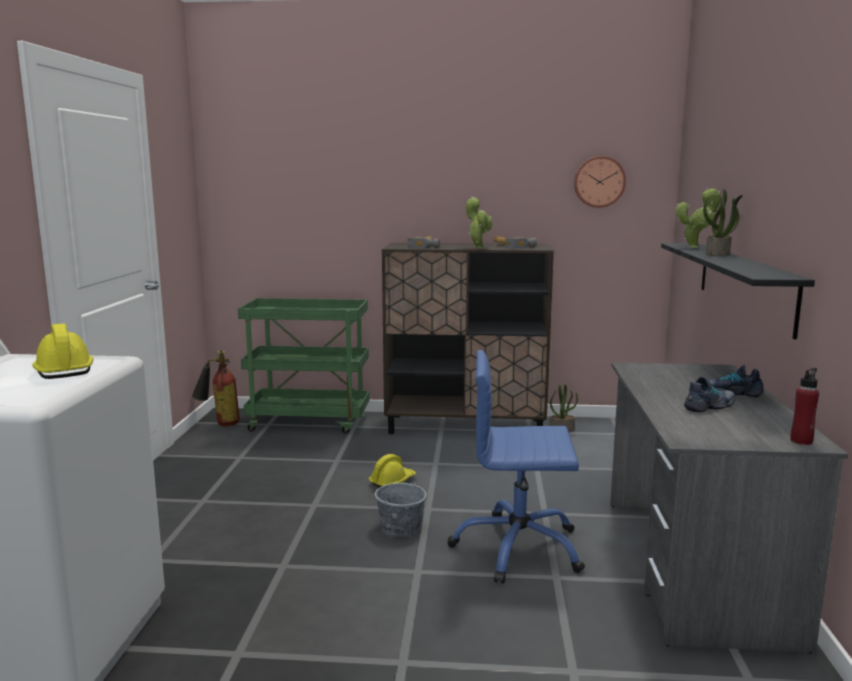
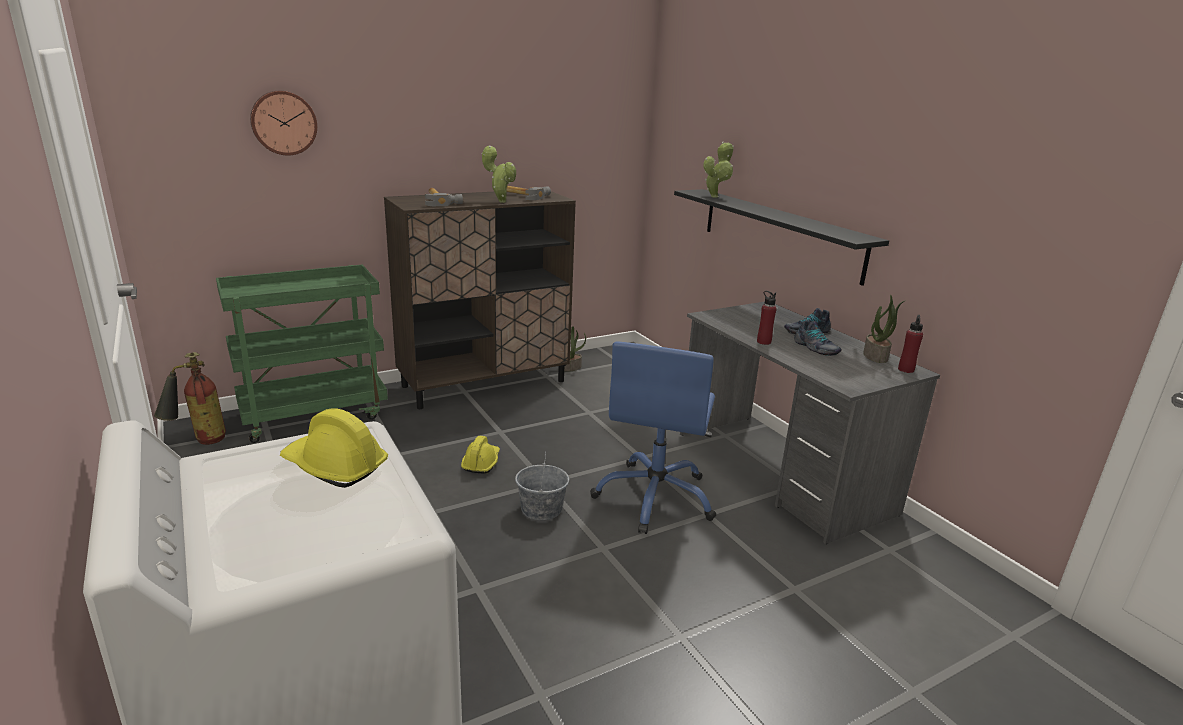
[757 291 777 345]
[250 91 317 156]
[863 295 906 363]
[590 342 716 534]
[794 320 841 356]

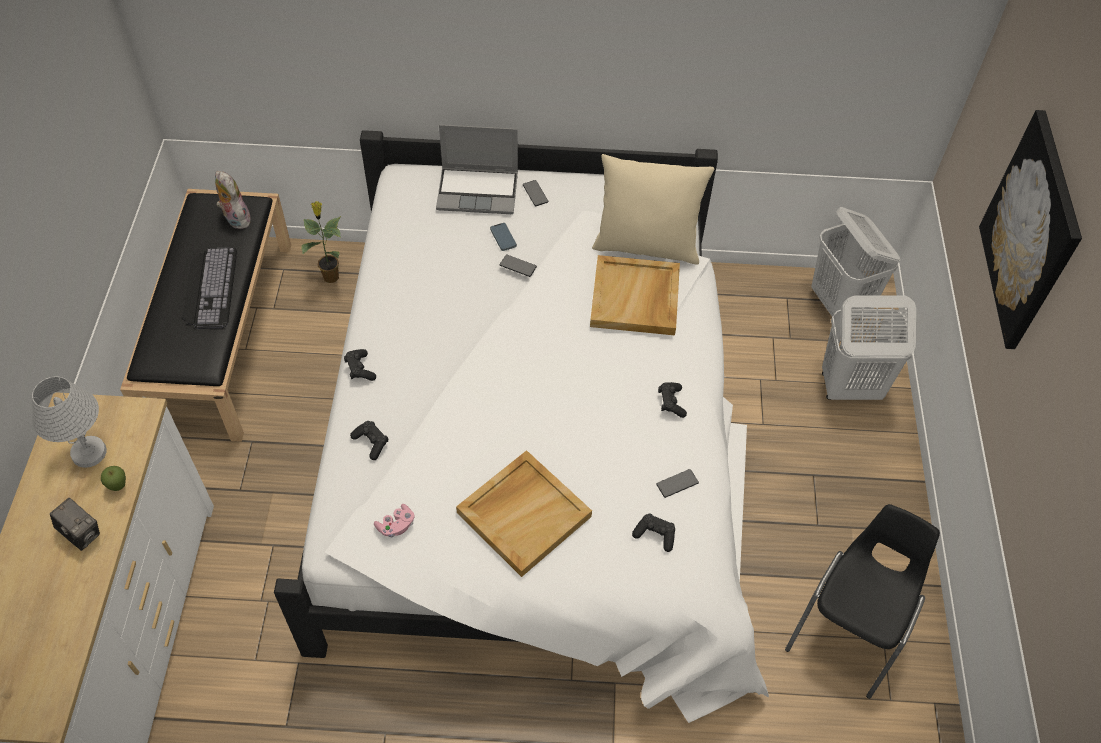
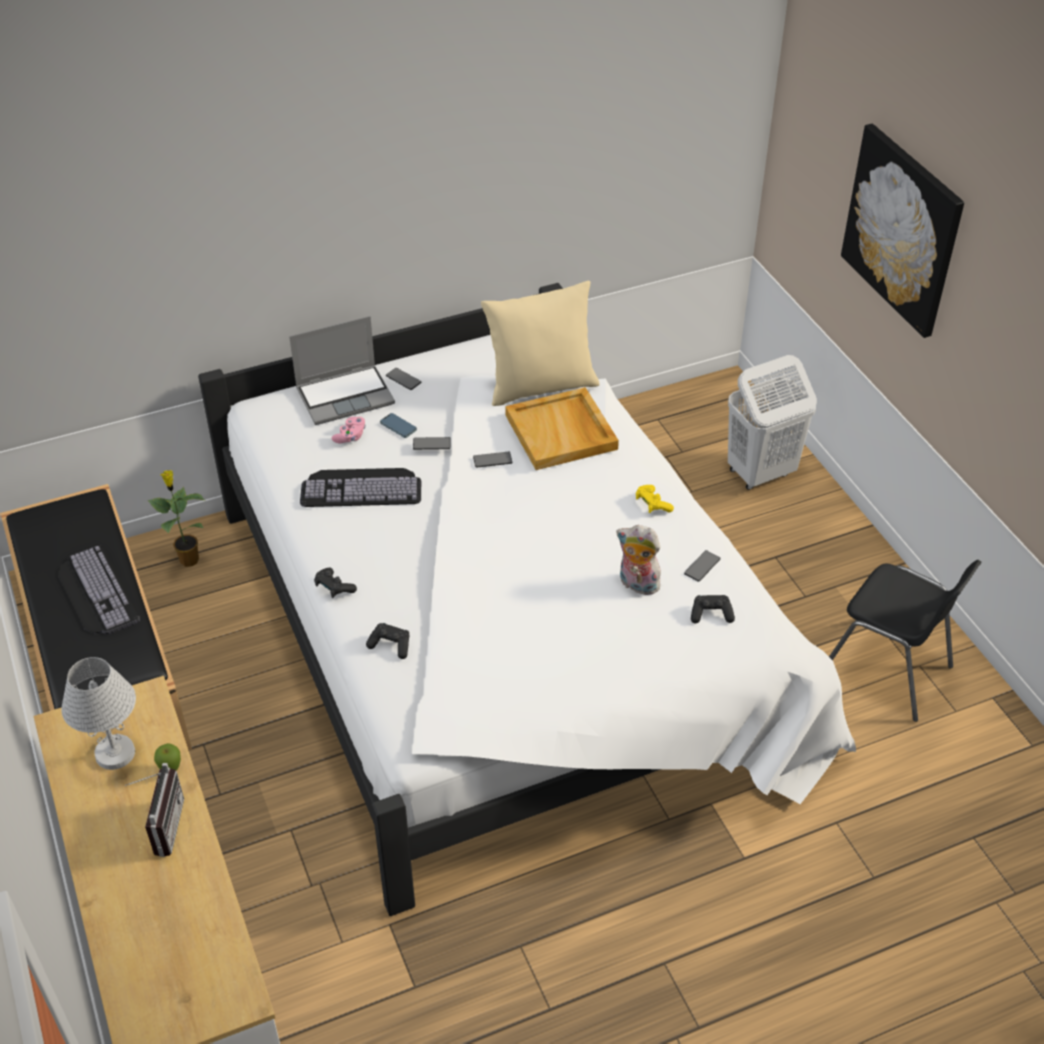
[456 450 592 577] (first image)
[811 207 900 319] (first image)
[300 468 421 507]
[473 452 512 468]
[616 525 661 595]
[332 417 366 444]
[125 763 184 857]
[636 485 674 513]
[829 560 982 722]

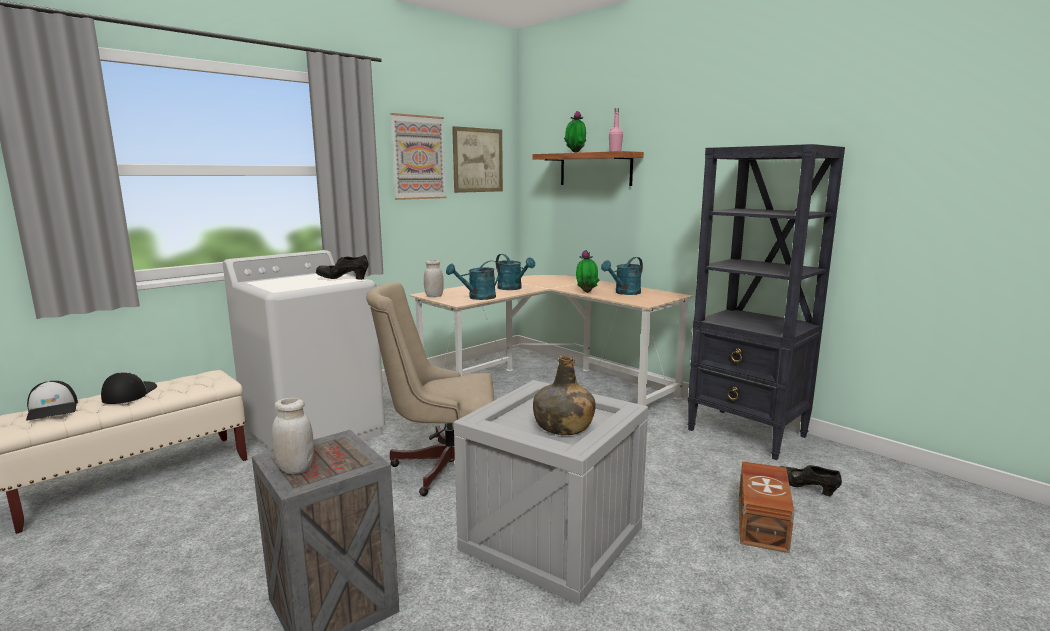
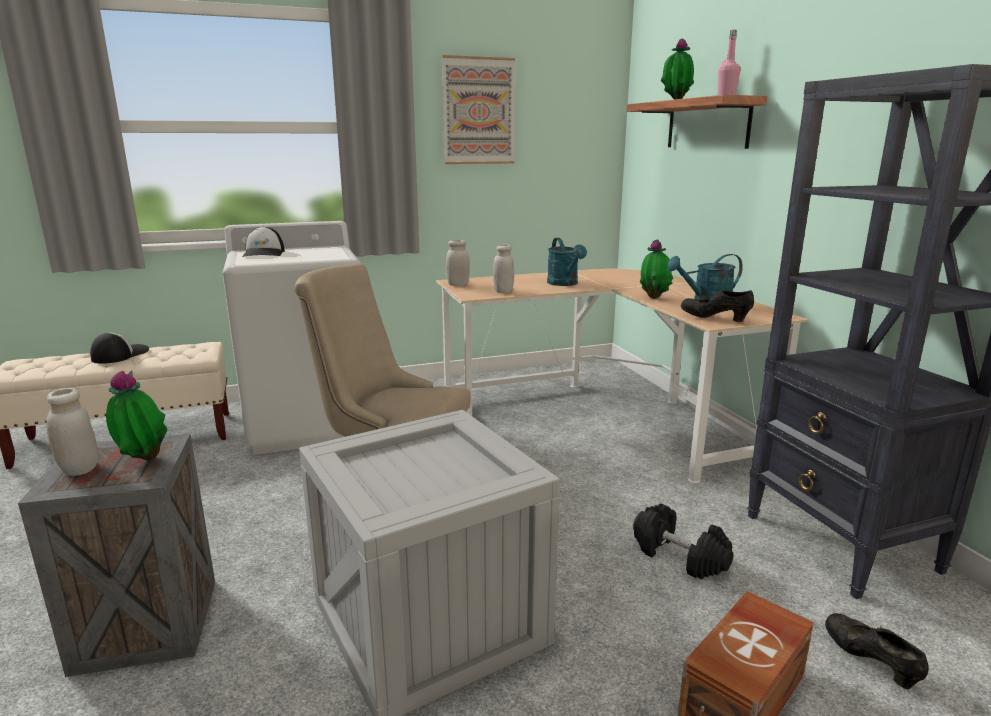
[452 126 503 193] (first image)
[533 356 596 435] (first image)
[106 370 167 461]
[633 503 734 579]
[242 226 285 257]
[681 290 754 322]
[493 245 514 293]

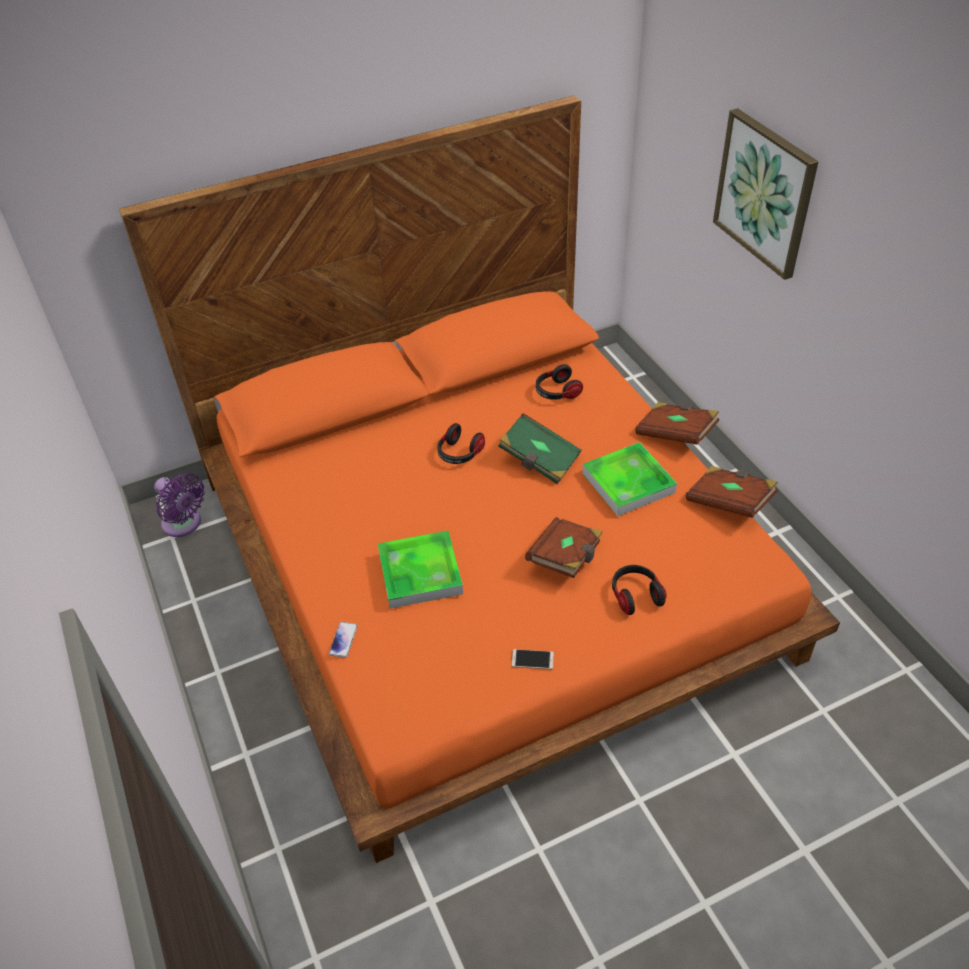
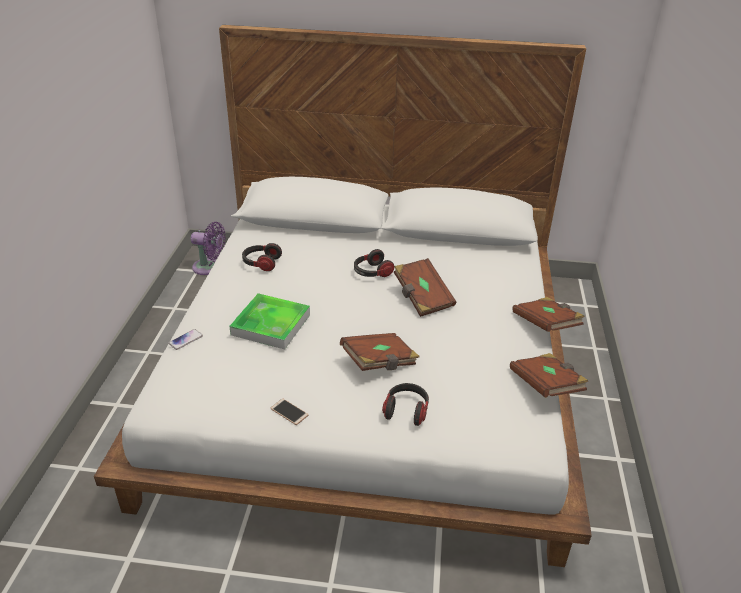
[582 442 677 516] (first image)
[713 108 818 280] (first image)
[242 243 282 271]
[94 25 592 567]
[394 258 456 317]
[191 222 226 275]

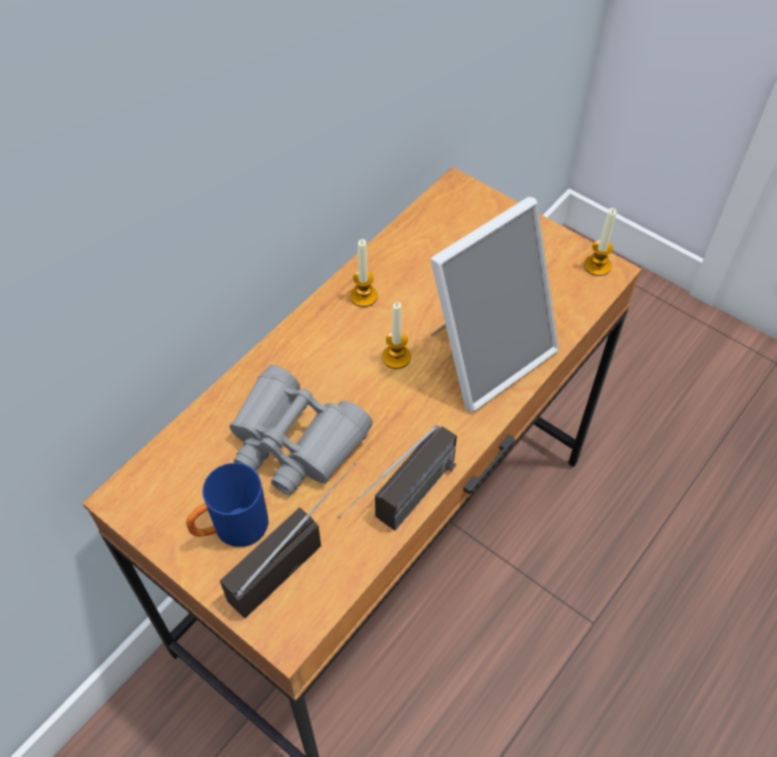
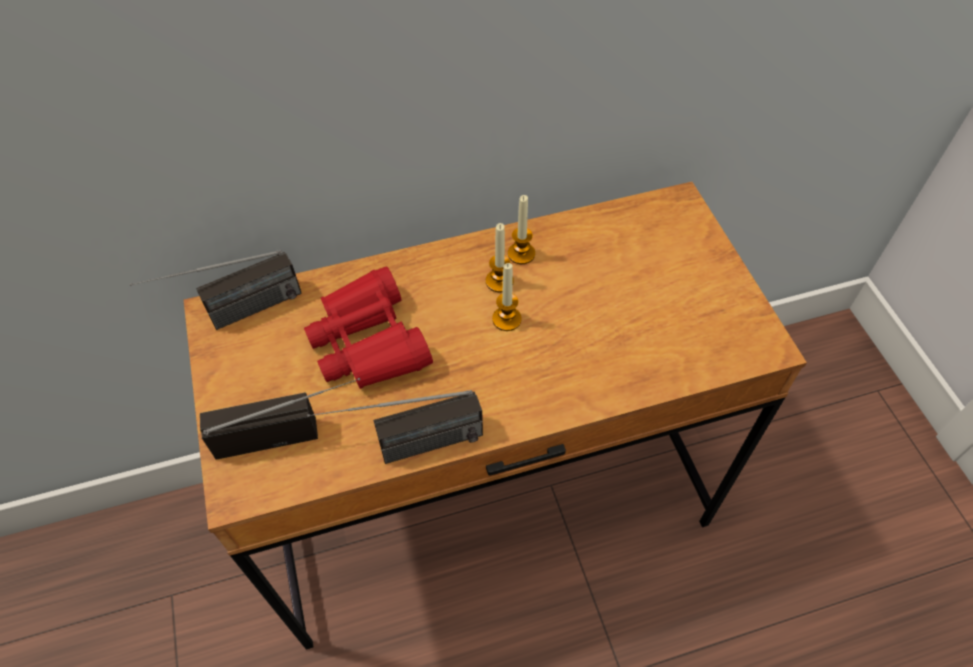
[186 463 269 547] (first image)
[430 197 559 412] (first image)
[130 250 301 330]
[486 223 514 292]
[304 267 433 389]

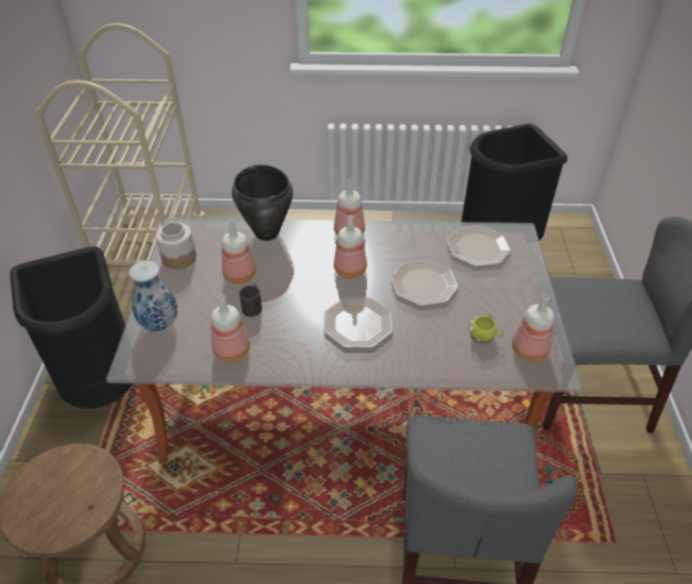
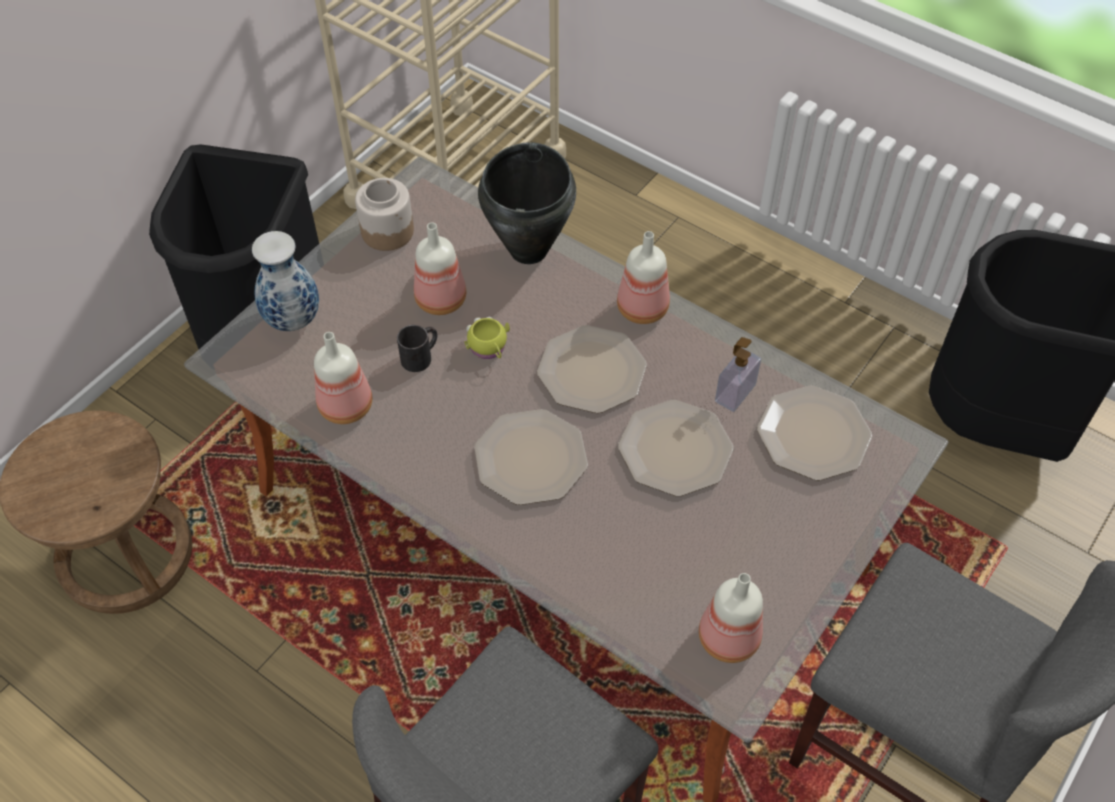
[715 337 761 412]
[464 317 510 359]
[537 325 647 413]

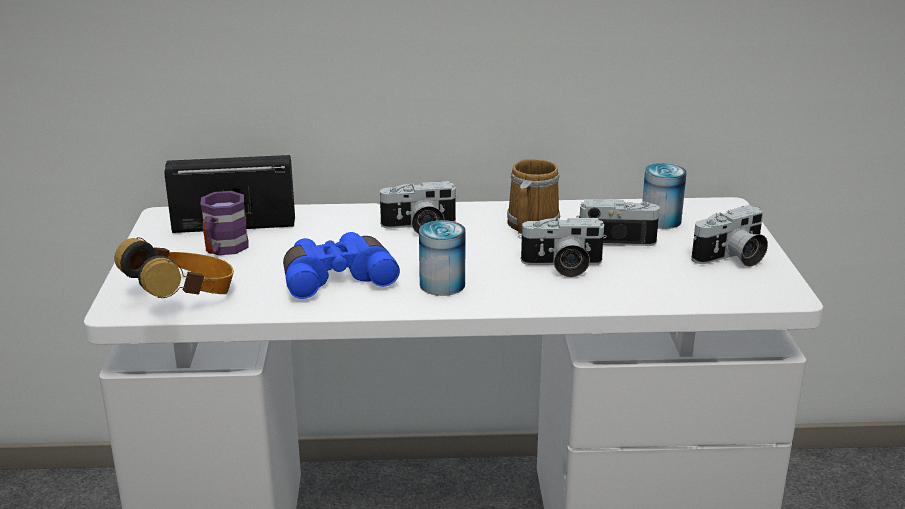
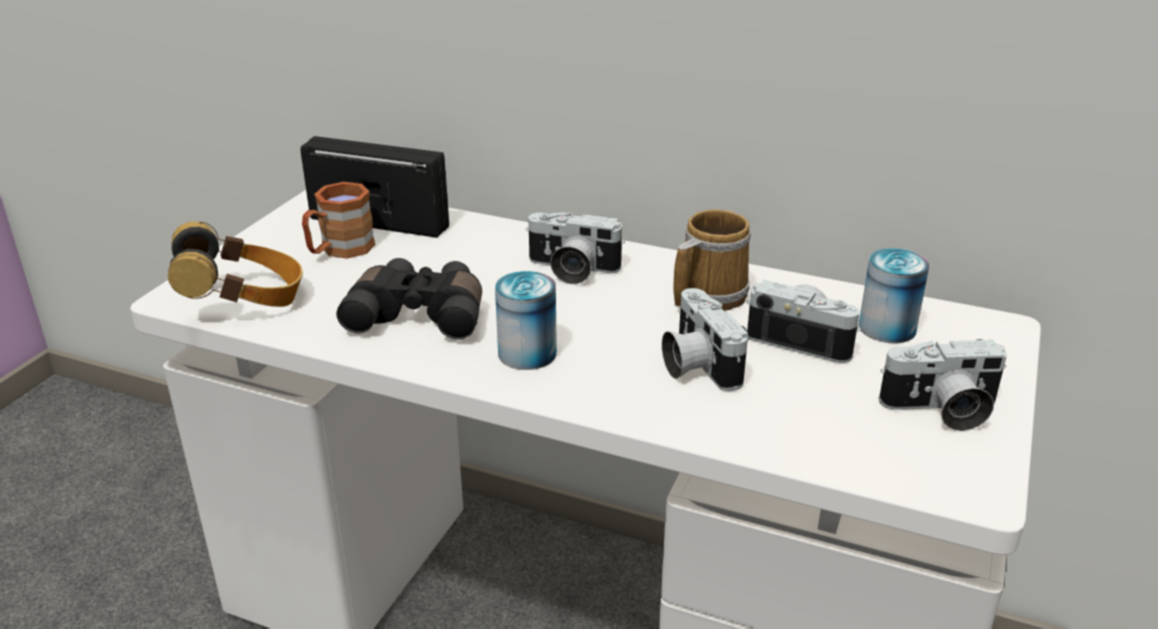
[302 182 376 259]
[336 258 482 340]
[662 288 748 391]

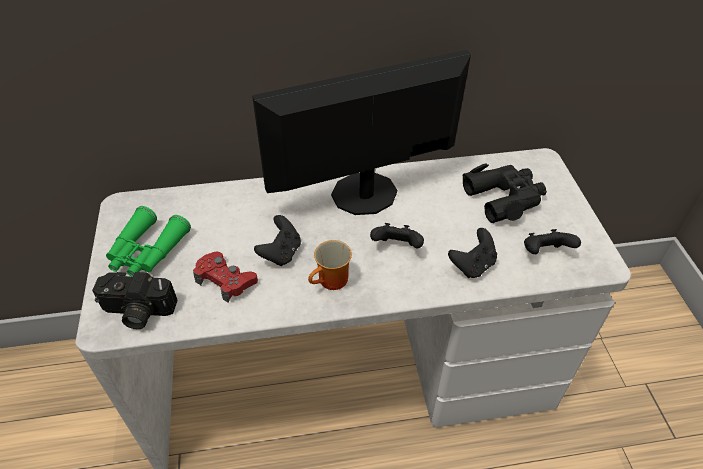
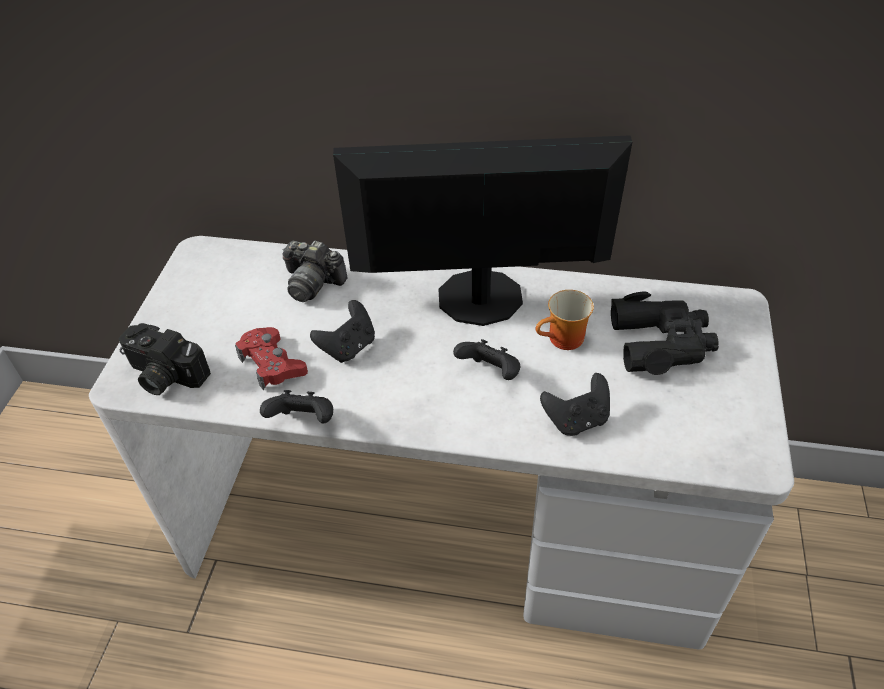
[106 206 191 276] (first image)
[282 241 348 302]
[536 290 594 350]
[260 390 333 424]

